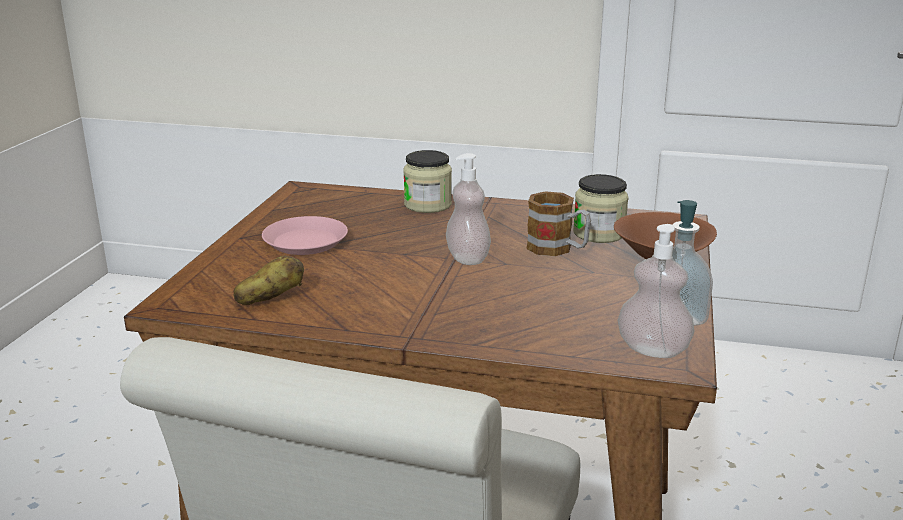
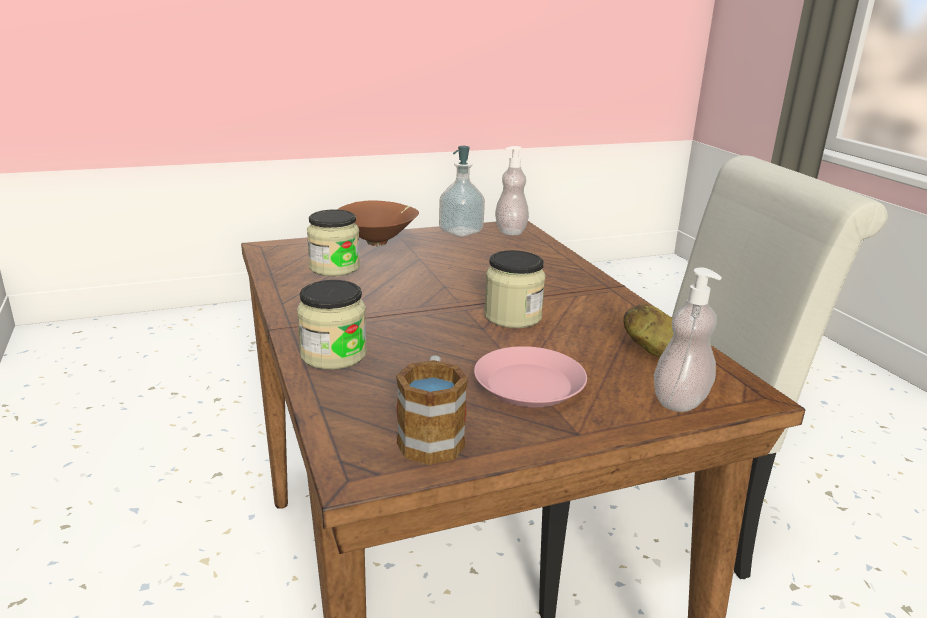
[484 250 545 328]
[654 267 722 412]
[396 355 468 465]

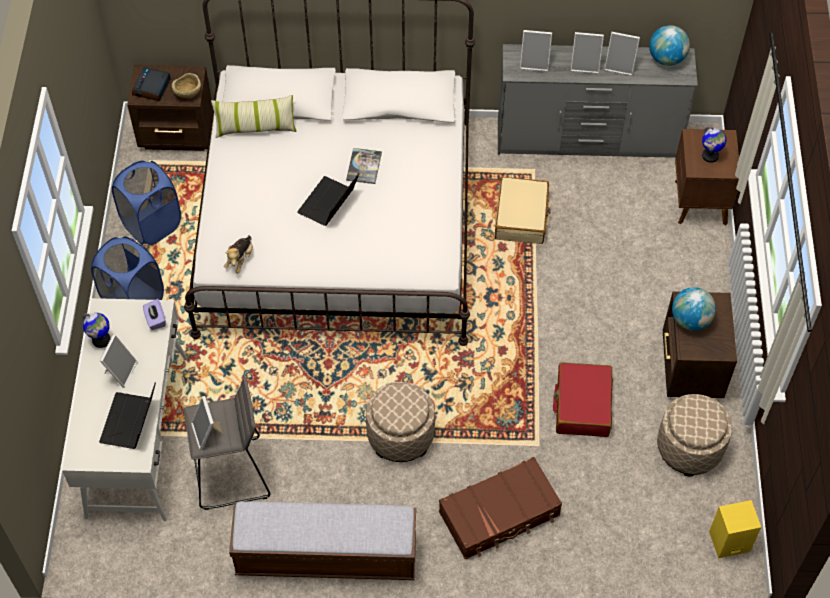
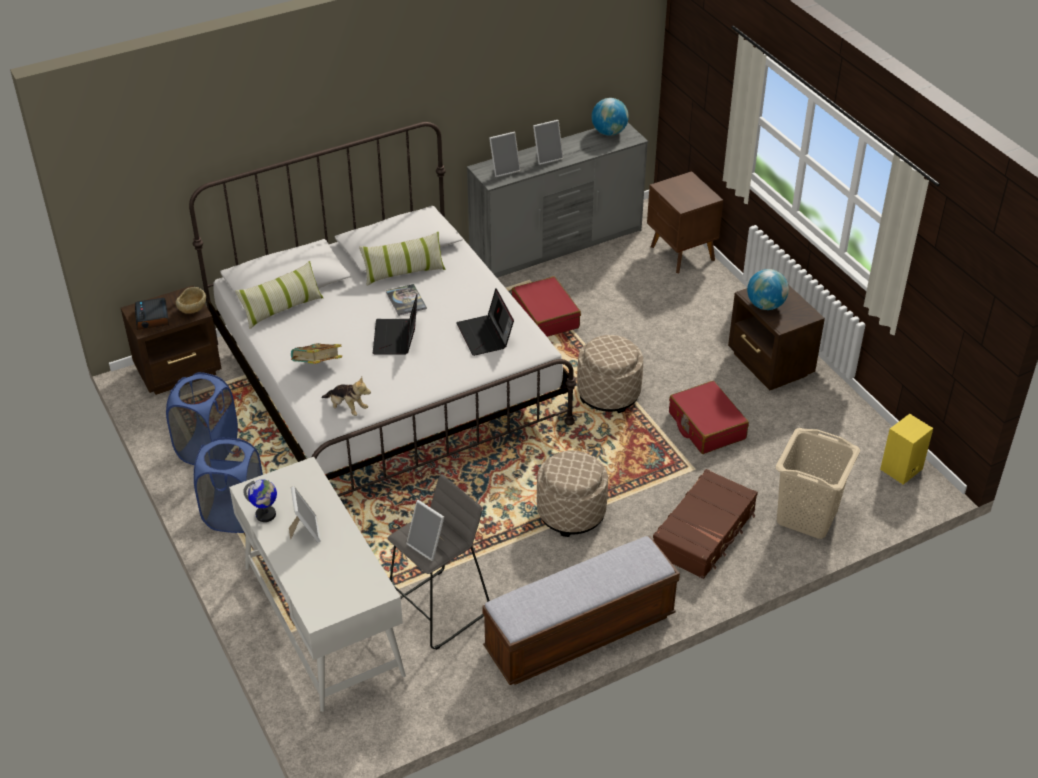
[143 299 166 330] (first image)
[604 32 640 76] (first image)
[702 126 726 163] (first image)
[291 343 342 364]
[359 232 446 286]
[776 428 860 539]
[456 288 514 356]
[577 335 643 413]
[512 276 581 337]
[321 377 371 416]

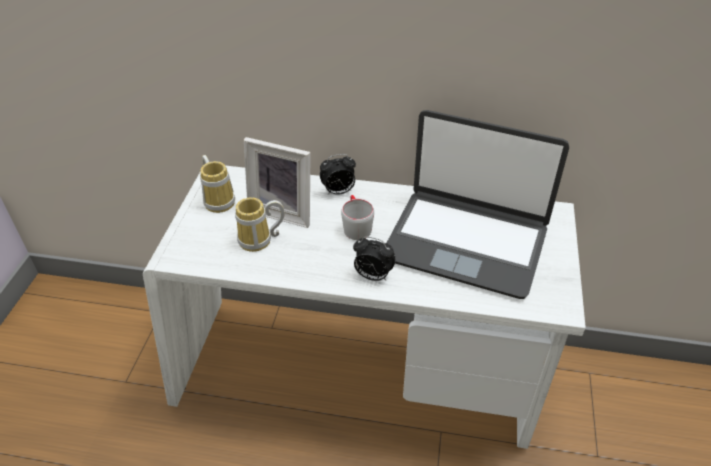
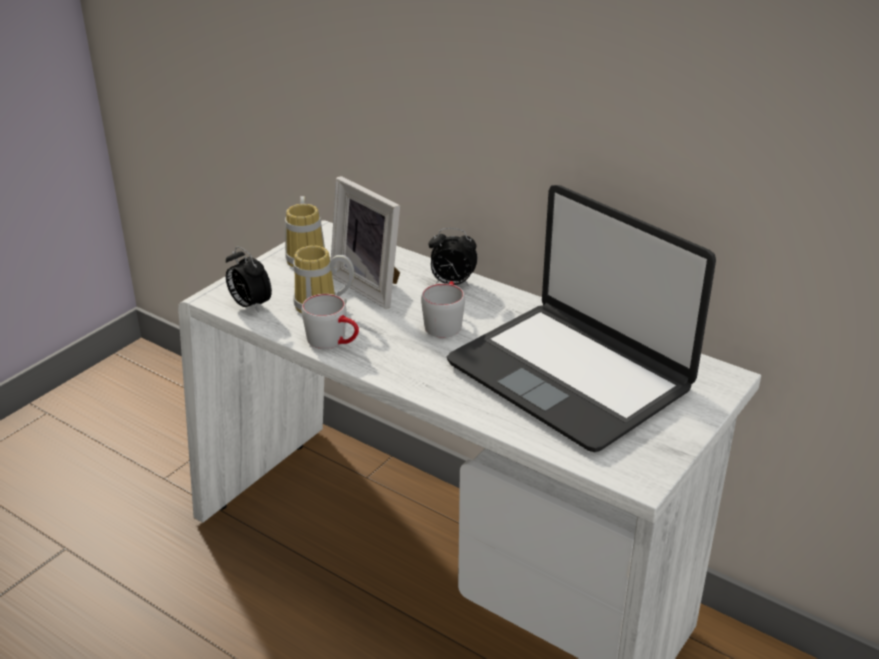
[301 294 359 349]
[226 246 272 313]

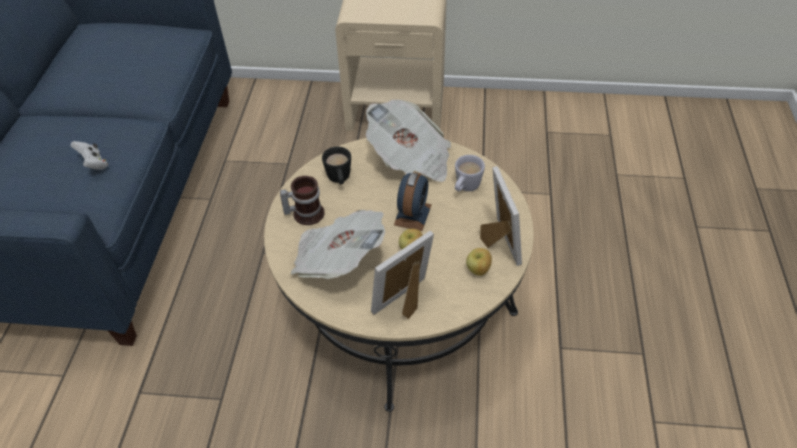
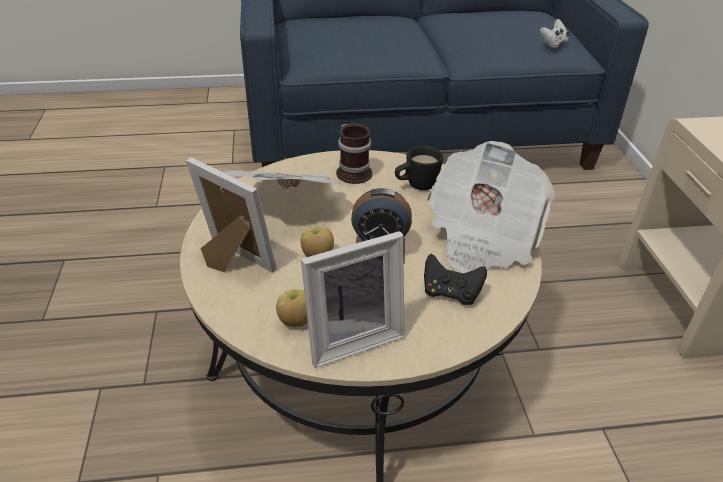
[540 19 570 48]
[424 254 487 305]

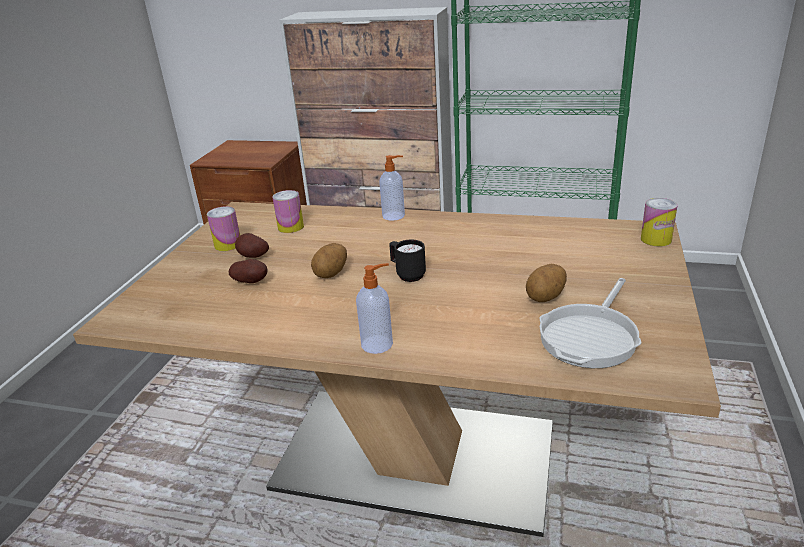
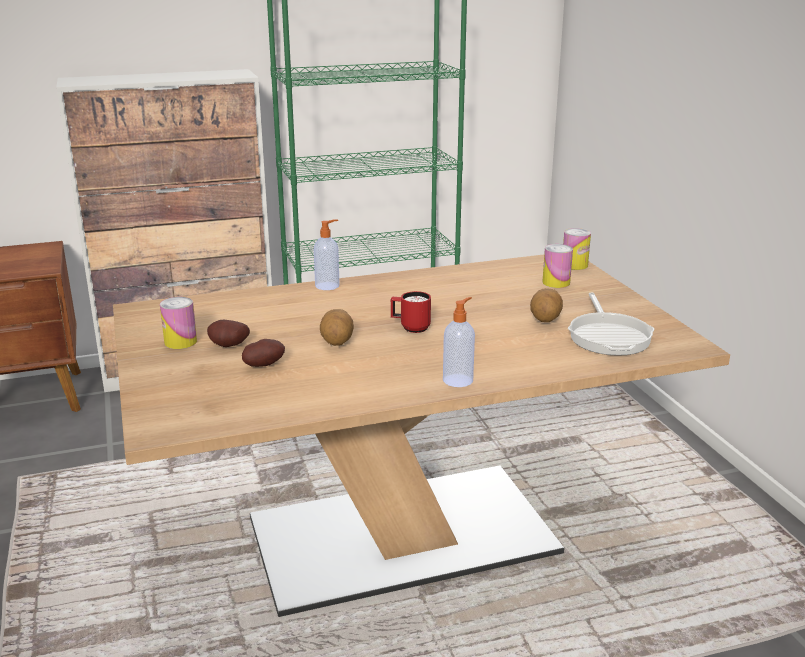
[542 244 573 288]
[391 291 431 333]

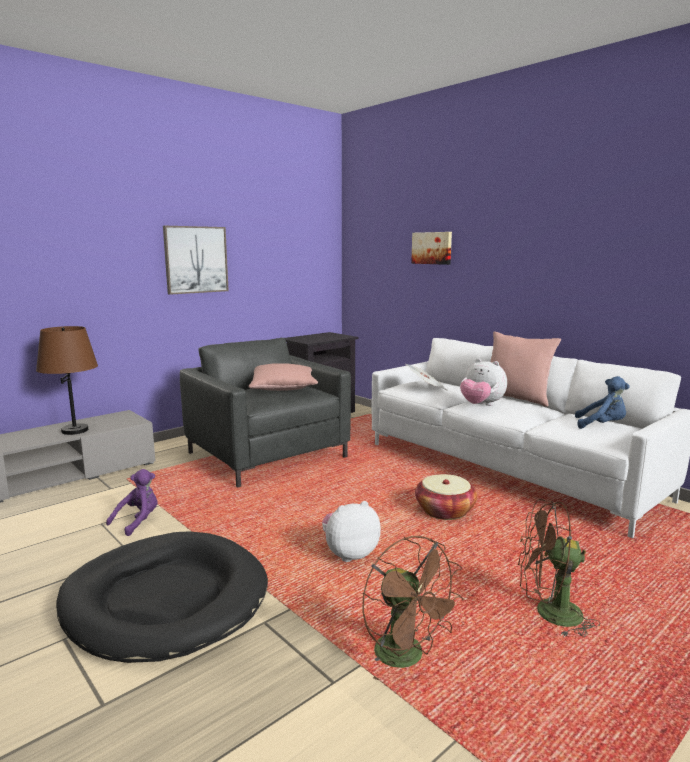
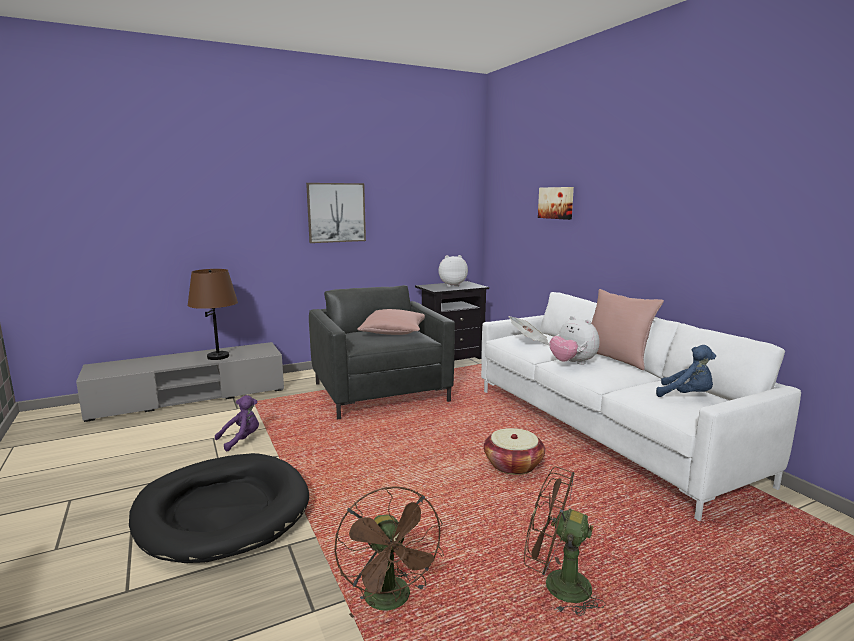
[438 255 468 287]

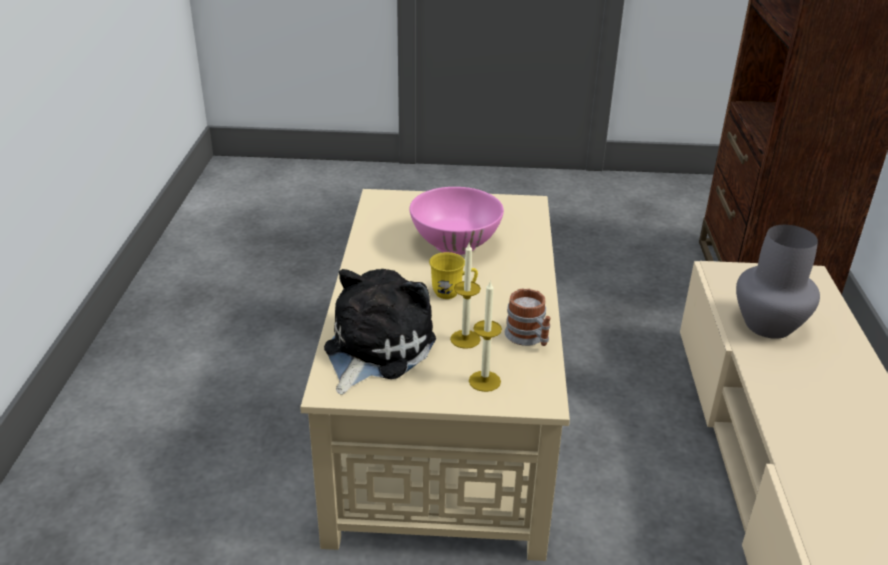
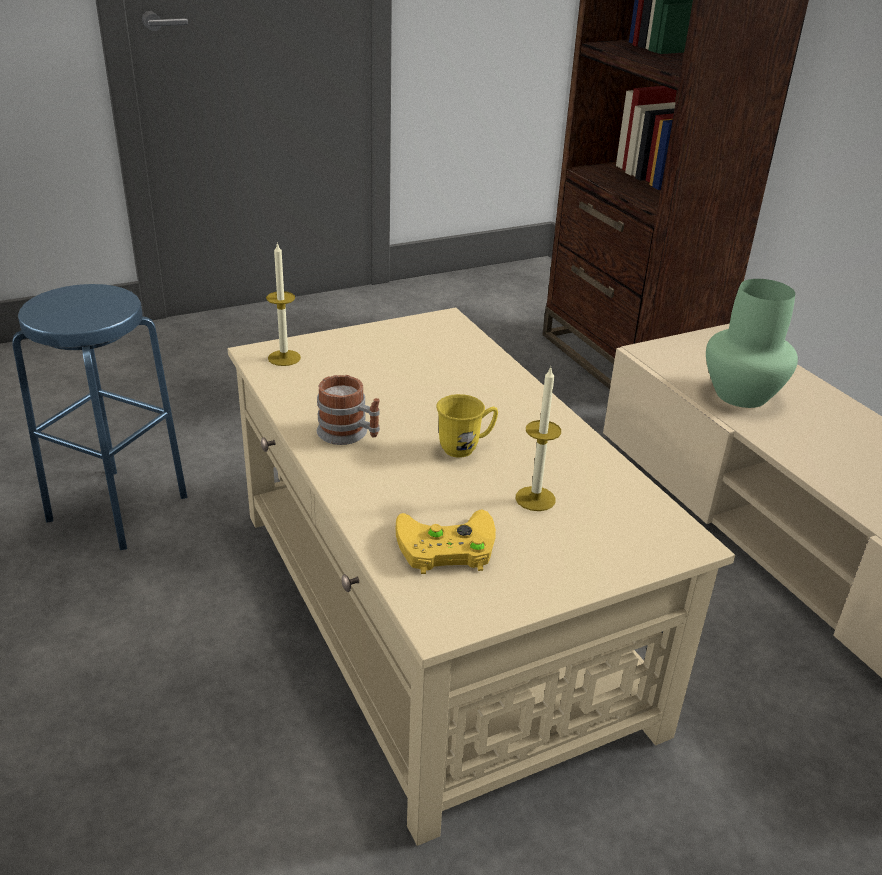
[409 187 504 255] (first image)
[12 284 188 550]
[266 242 301 366]
[317 375 380 445]
[396 509 496 574]
[706 279 798 408]

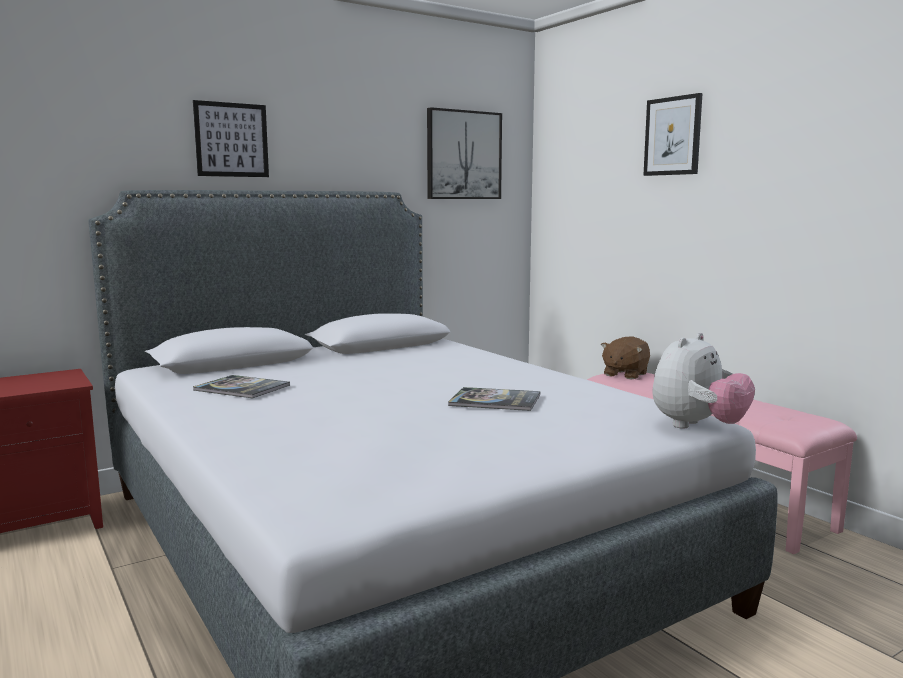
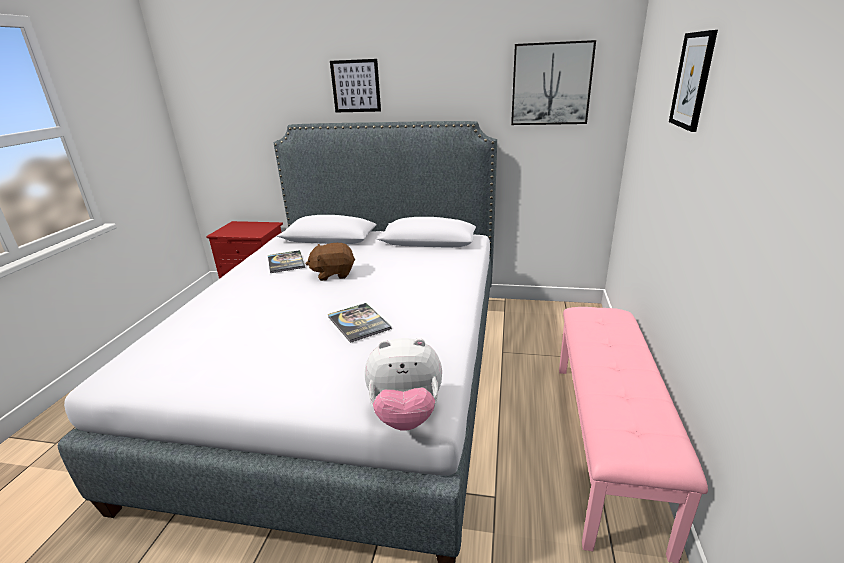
[306 243 355 281]

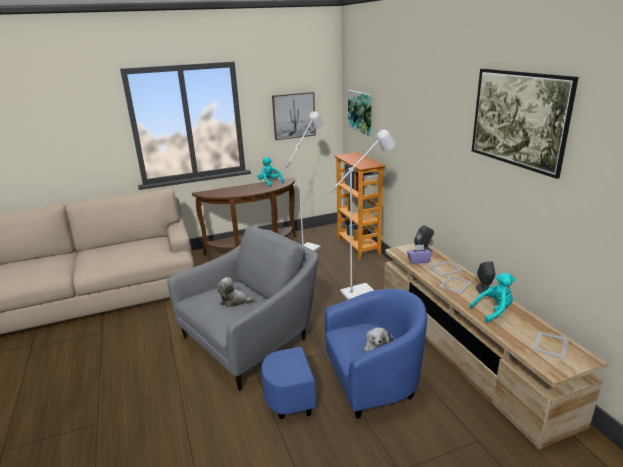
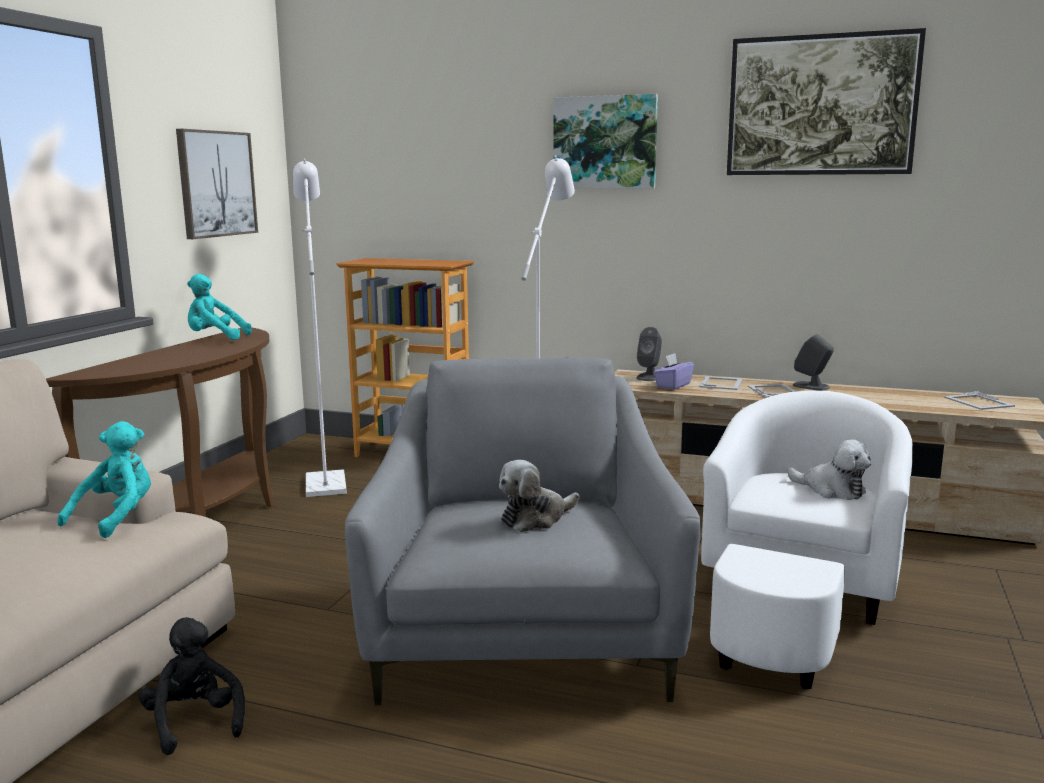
[139 617 245 755]
[554 94 658 189]
[57 421 151 538]
[701 391 913 689]

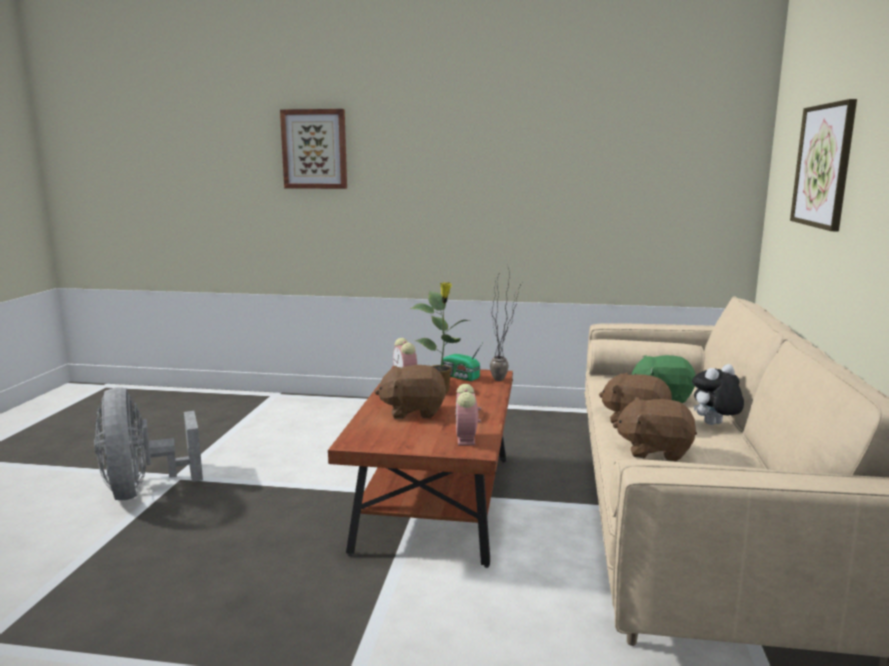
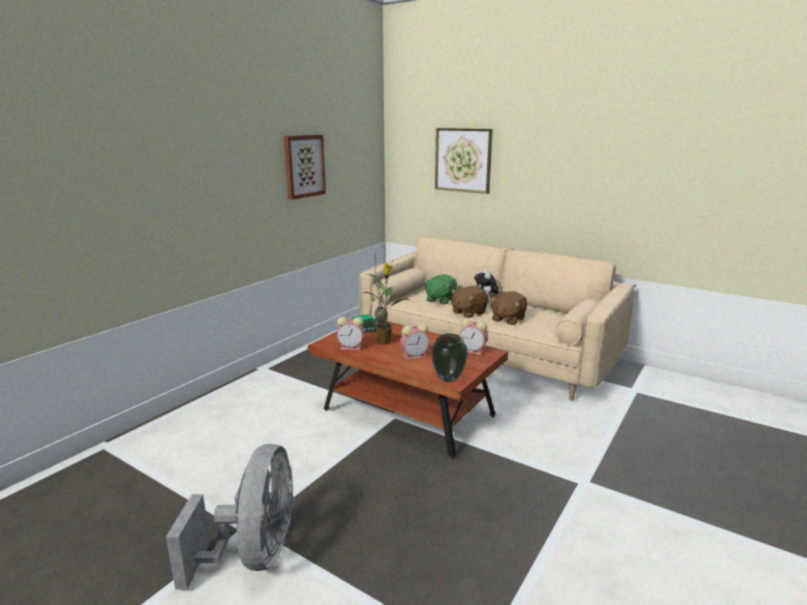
[431 334 468 382]
[284 135 326 200]
[400 324 430 360]
[166 444 294 590]

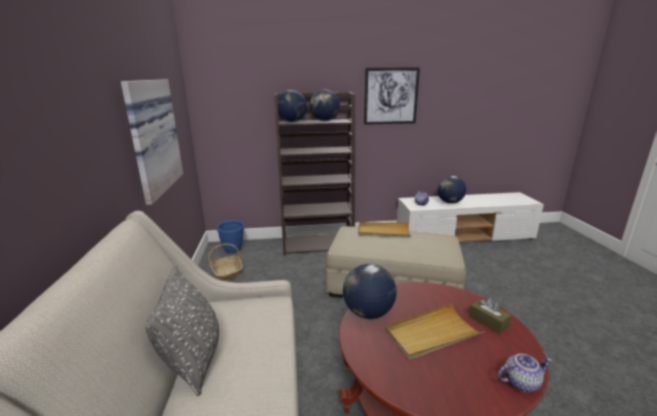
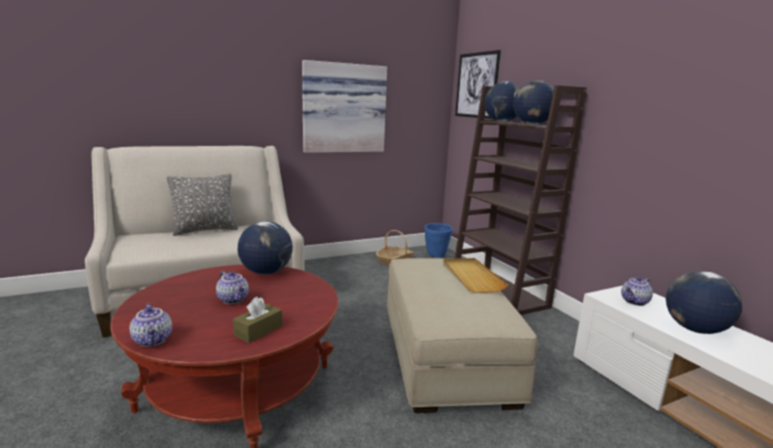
[455 50 501 119]
[216 271 249 304]

